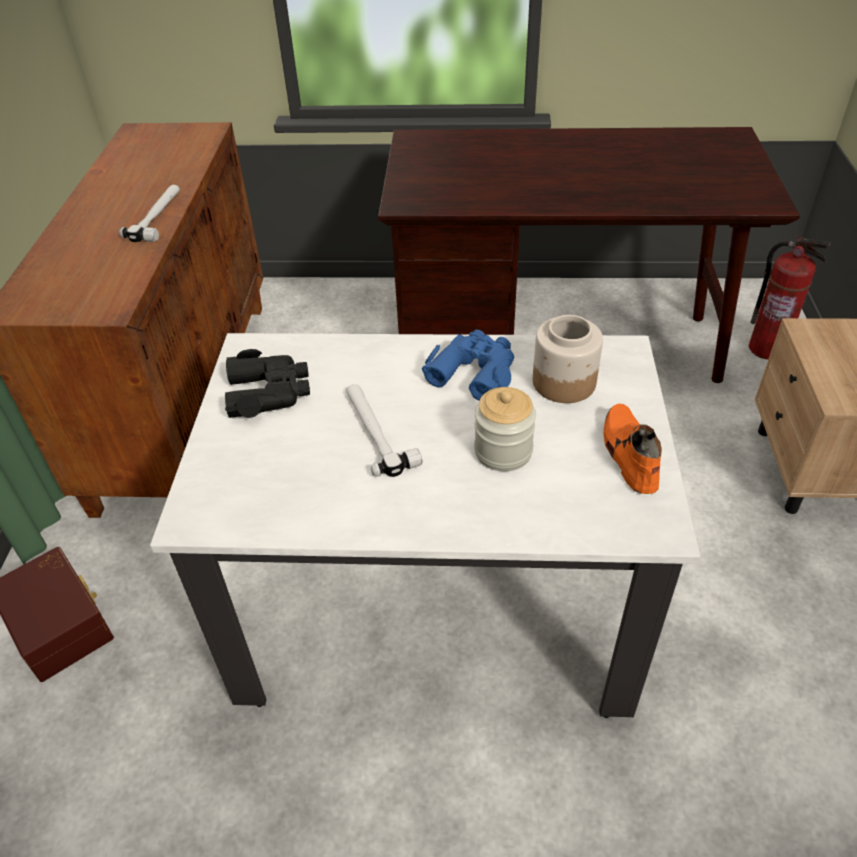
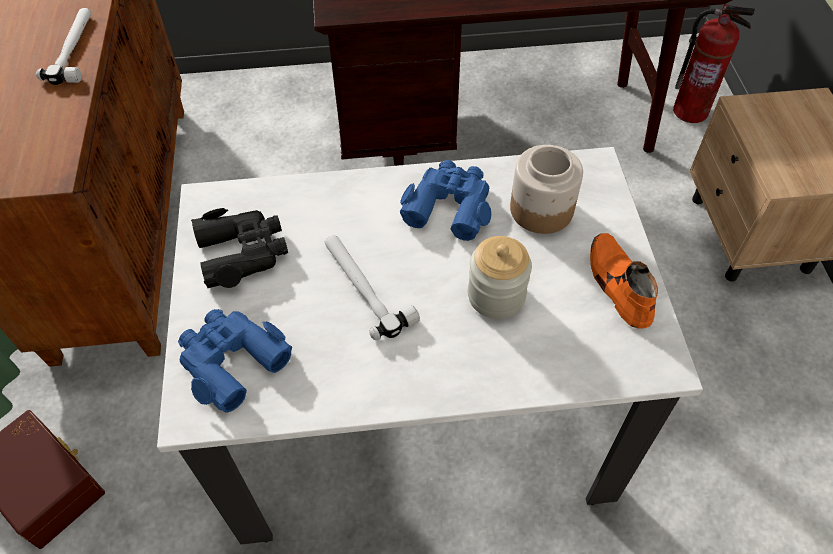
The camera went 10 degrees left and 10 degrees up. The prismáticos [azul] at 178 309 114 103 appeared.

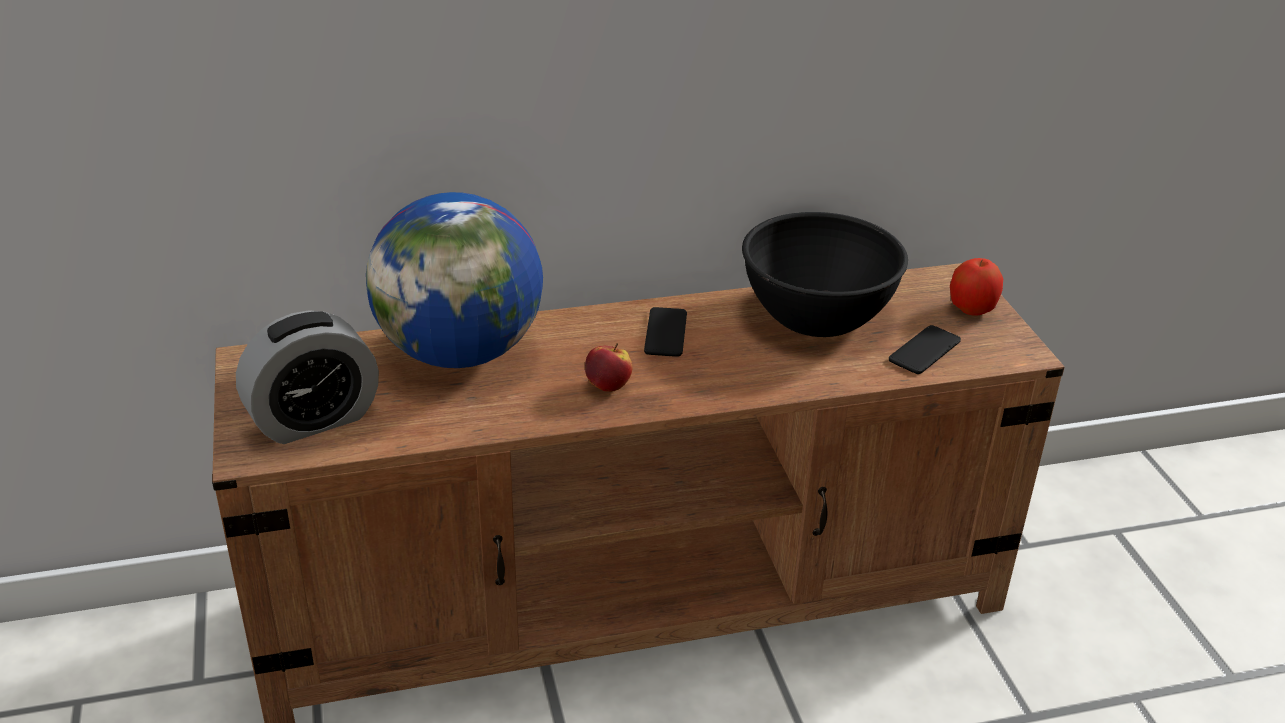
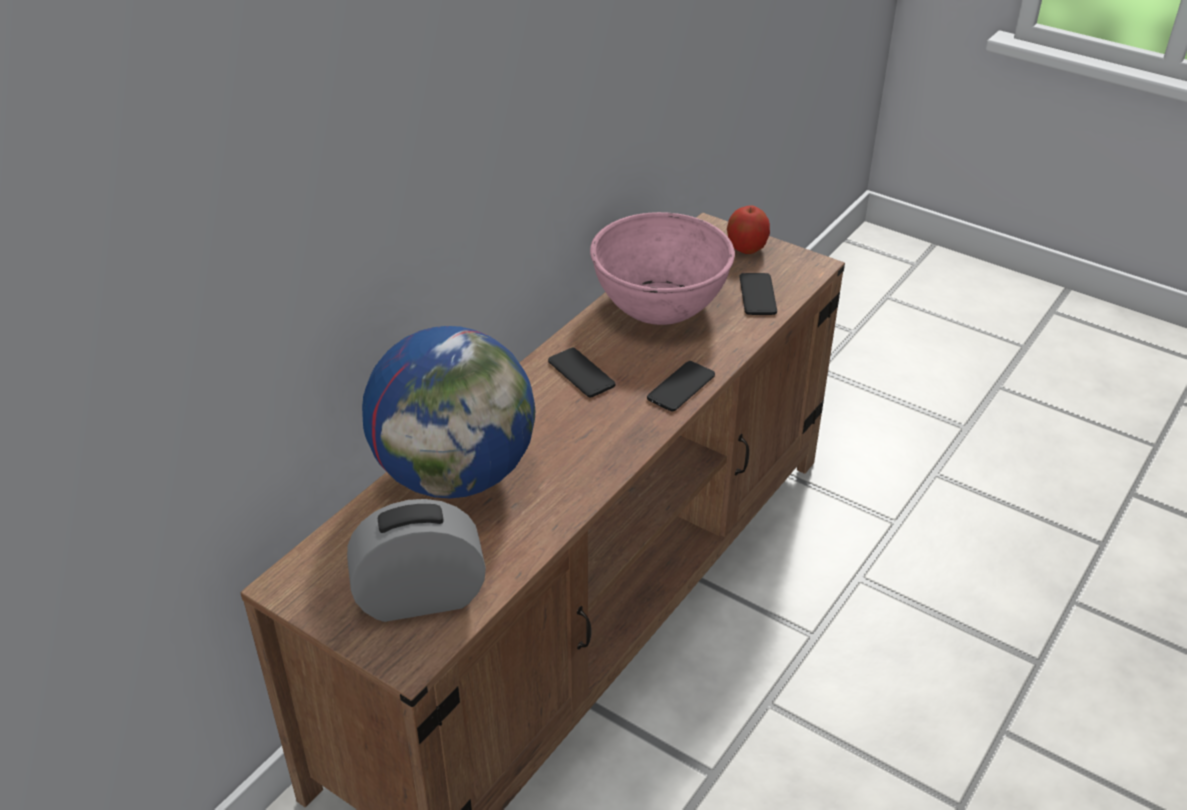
The camera went 40 degrees left and 5 degrees up. The despertador at 236 310 143 134 turned 120 degrees counterclockwise. The manzana at 585 343 48 49 disappeared. The cuenco [negro] at 742 212 166 125 became the cuenco [rosa] at 590 212 145 113. The móvil at 647 361 68 51 appeared.

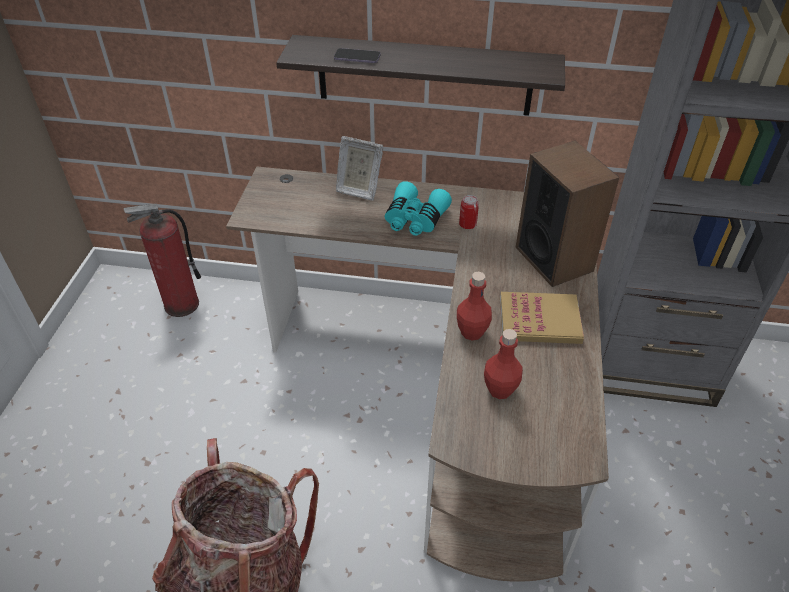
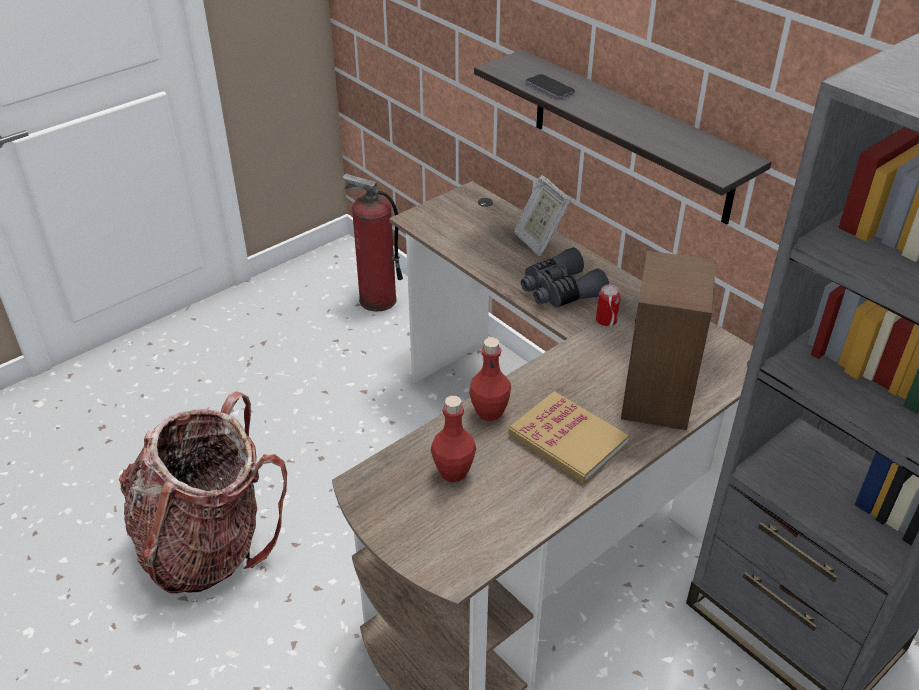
The camera went 40 degrees right and 5 degrees down. The prismáticos [turquesa] at 385 182 67 54 became the prismáticos [gris] at 521 247 88 60.

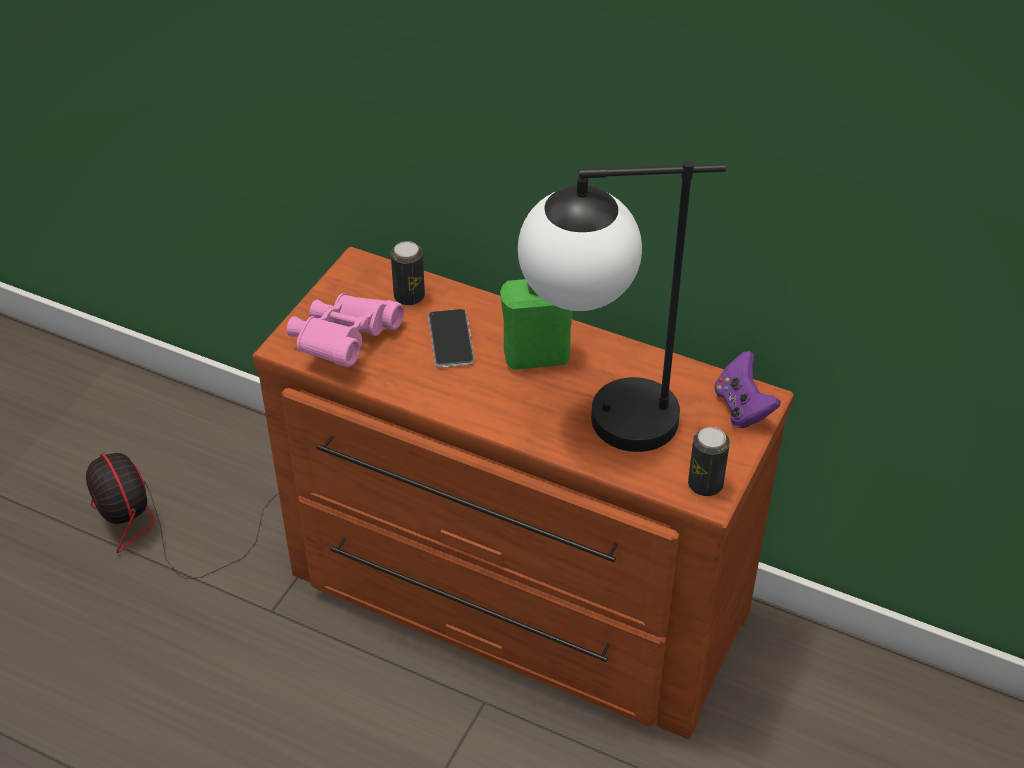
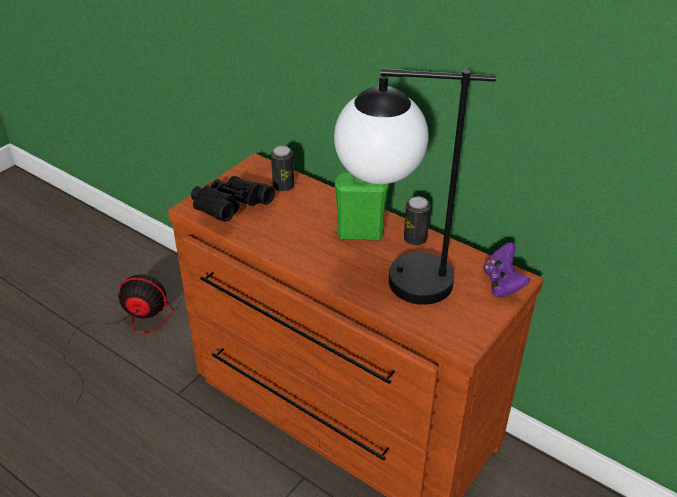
The camera went 10 degrees right and 5 degrees down. The ventilador at 86 453 193 126 turned 120 degrees clockwise. The prismáticos [rosa] at 287 294 117 73 became the prismáticos [negro] at 191 176 84 46. The móvil at 428 309 46 59 disappeared. The lata moved from 688 427 42 69 to 404 197 26 49.

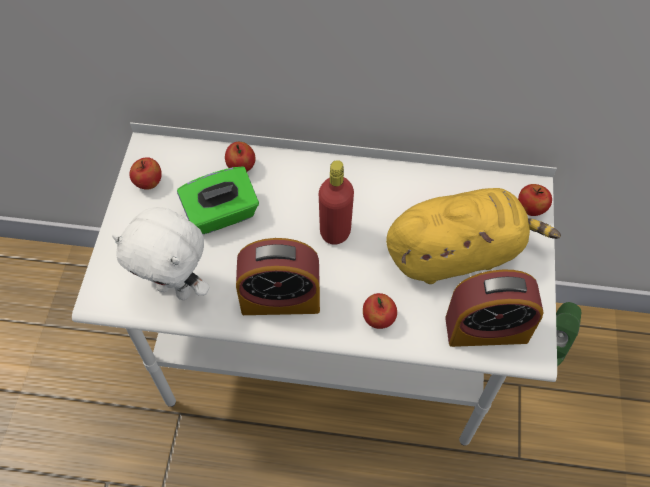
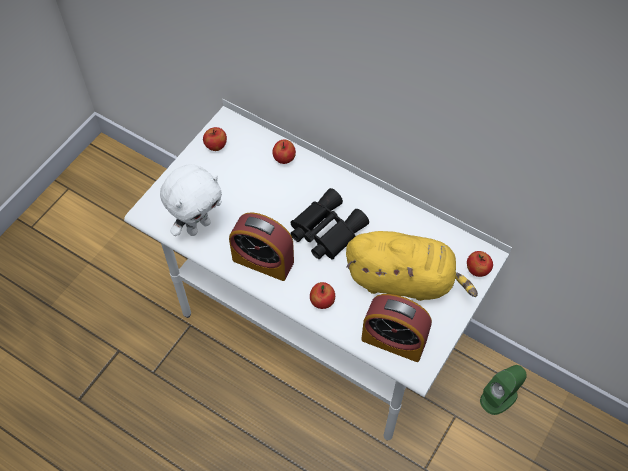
The camera went 25 degrees right and 0 degrees up. The peluche [blanco] at 112 207 98 93 turned 90 degrees counterclockwise. The caja de pañuelos [verde] at 177 166 82 68 disappeared. The botella [rojo] at 319 160 35 85 was replaced by the prismáticos [negro] at 290 188 79 72.

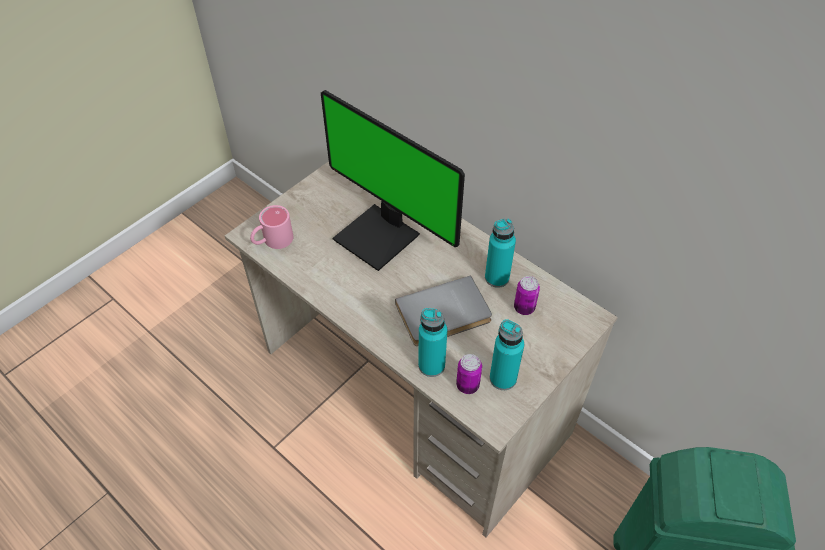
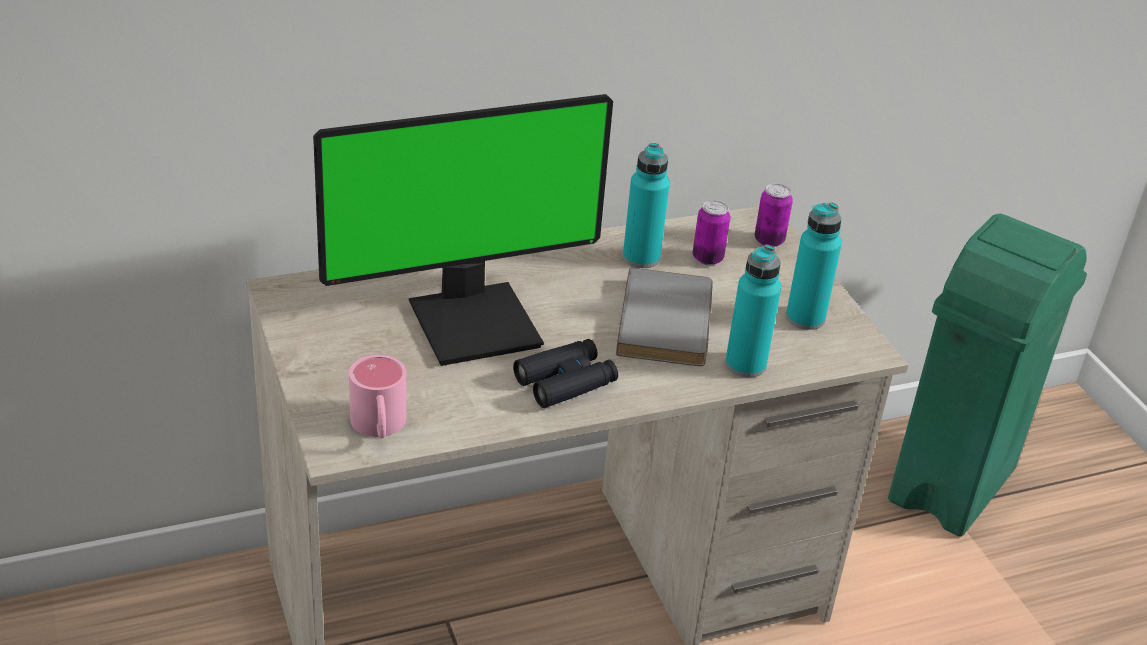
The camera went 65 degrees left and 15 degrees down. The lata moved from 456 354 26 40 to 755 183 38 64. The prismáticos [negro] at 513 339 105 69 appeared.

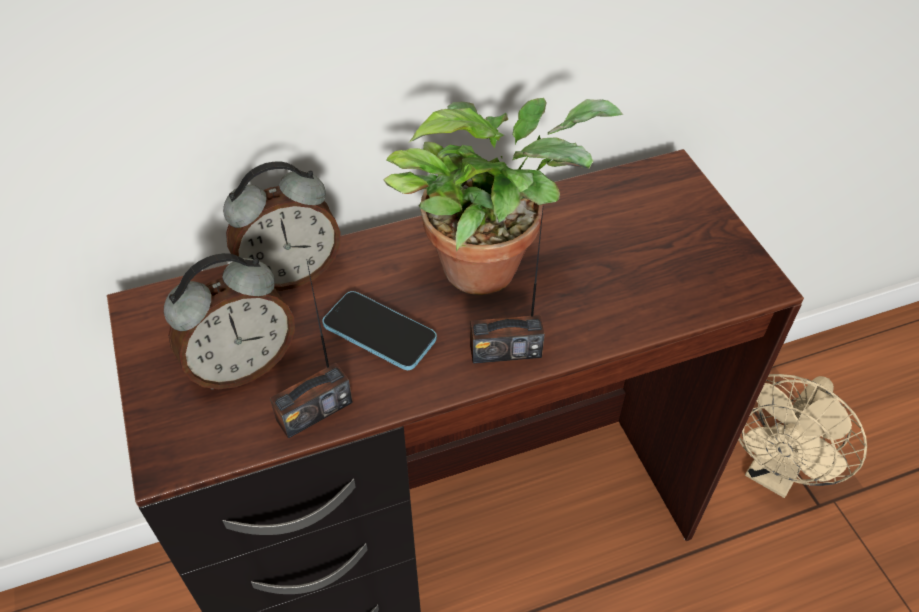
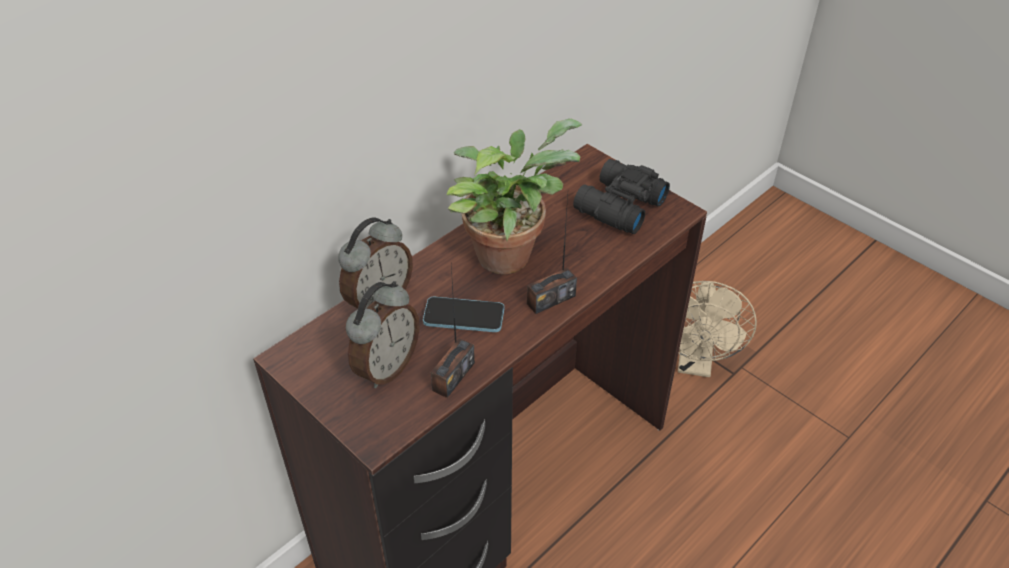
The camera went 25 degrees left and 5 degrees down. The prismáticos [negro] at 573 159 97 75 appeared.

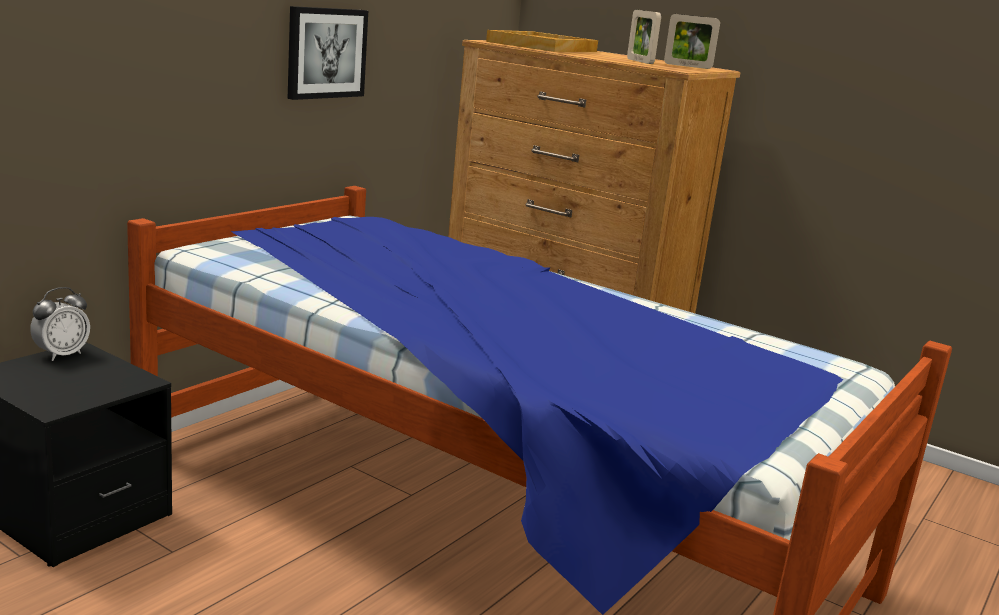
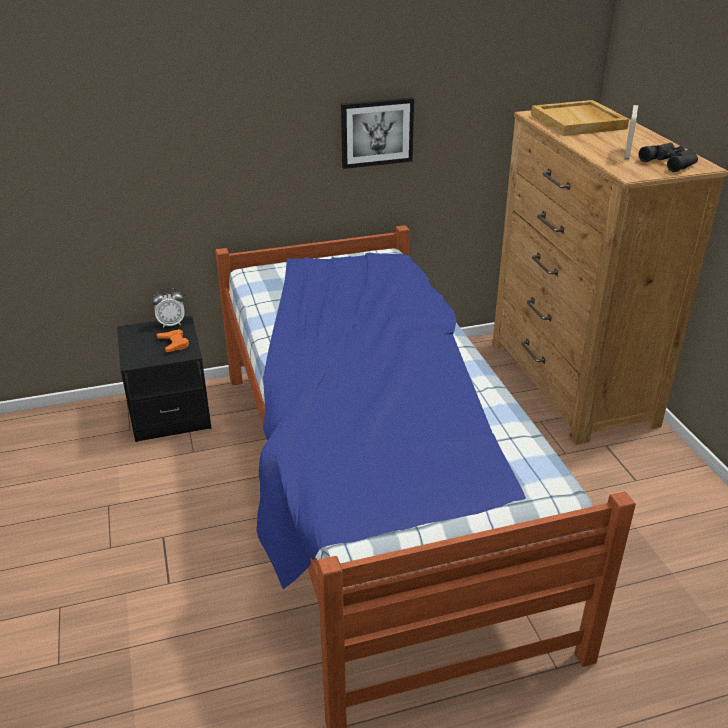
The camera went 40 degrees right and 15 degrees up. The portarretratos at 664 14 56 55 was replaced by the prismáticos [negro] at 639 143 59 29. The mando de consola [naranja] at 157 329 32 23 appeared.

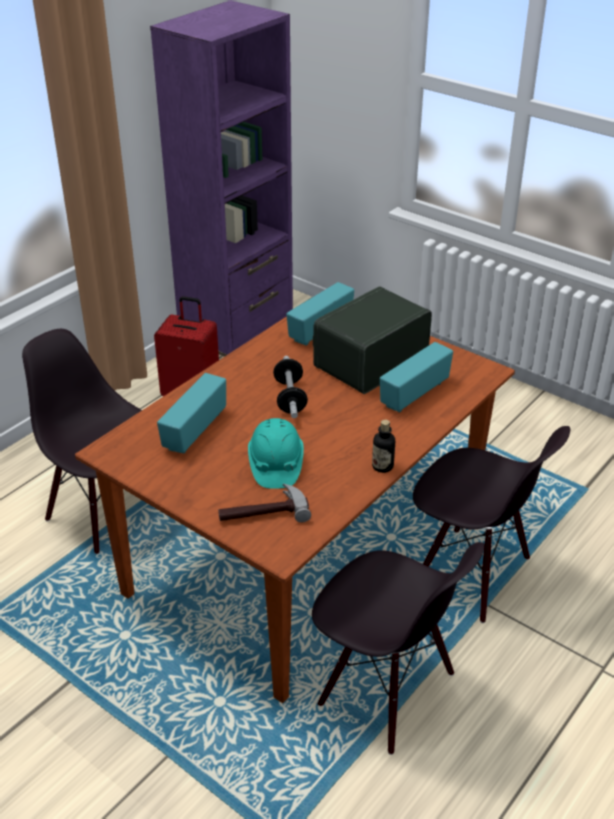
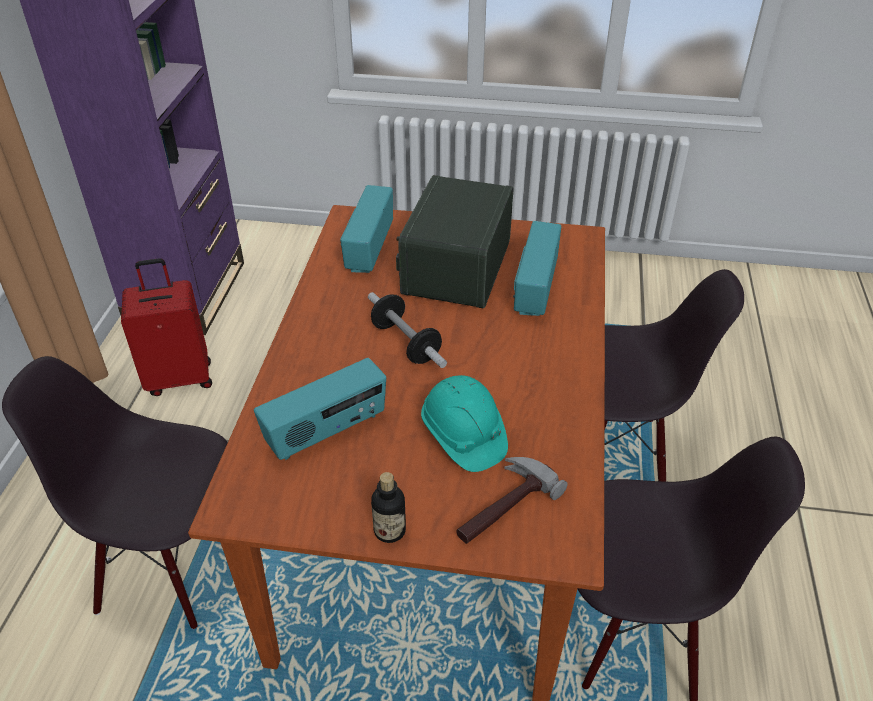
The camera went 30 degrees left and 5 degrees up. The radio at 157 373 69 80 turned 120 degrees counterclockwise. The botella moved from 372 420 23 53 to 371 472 35 71.

